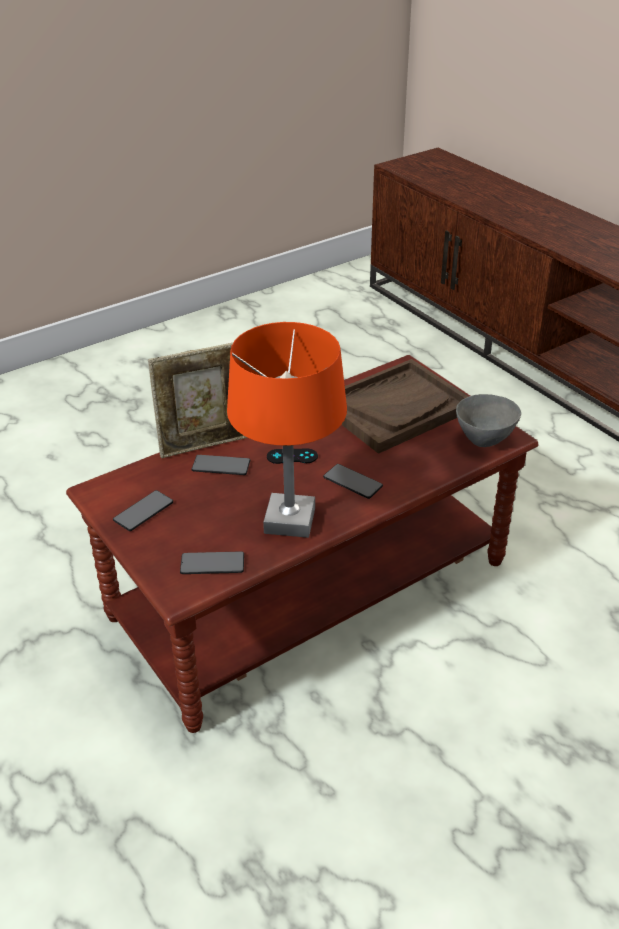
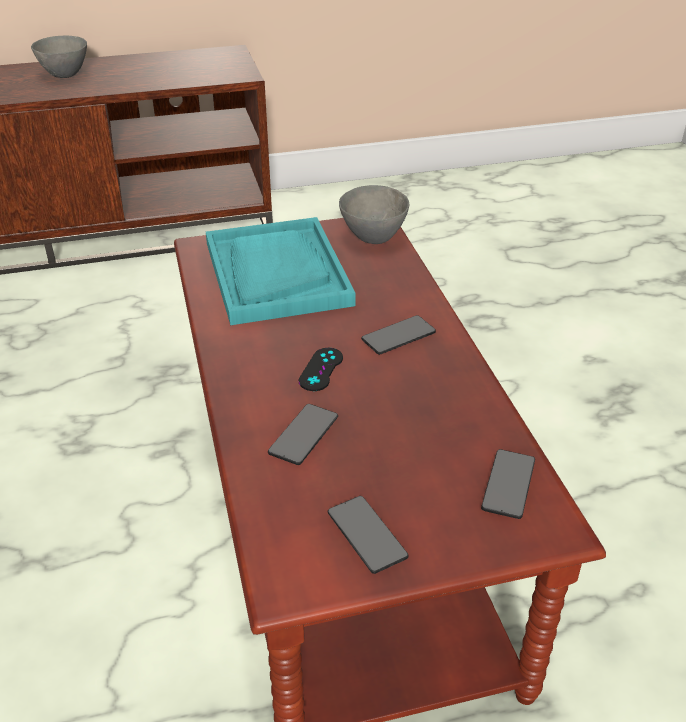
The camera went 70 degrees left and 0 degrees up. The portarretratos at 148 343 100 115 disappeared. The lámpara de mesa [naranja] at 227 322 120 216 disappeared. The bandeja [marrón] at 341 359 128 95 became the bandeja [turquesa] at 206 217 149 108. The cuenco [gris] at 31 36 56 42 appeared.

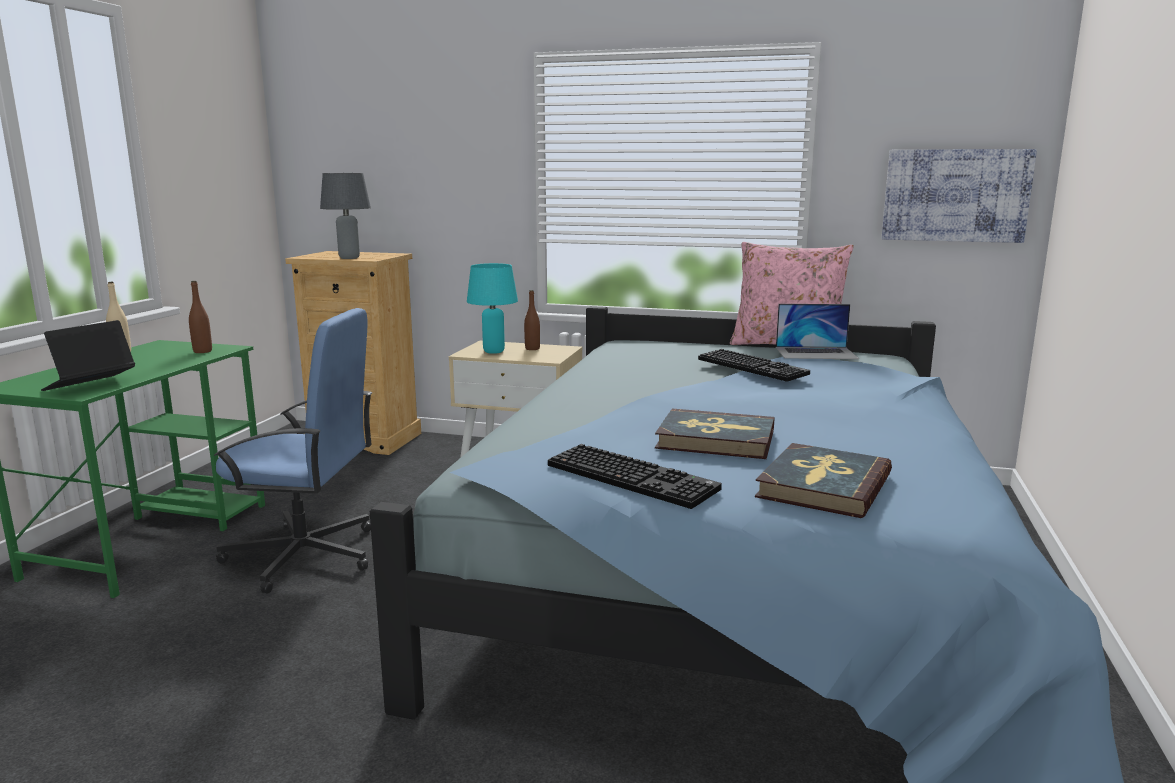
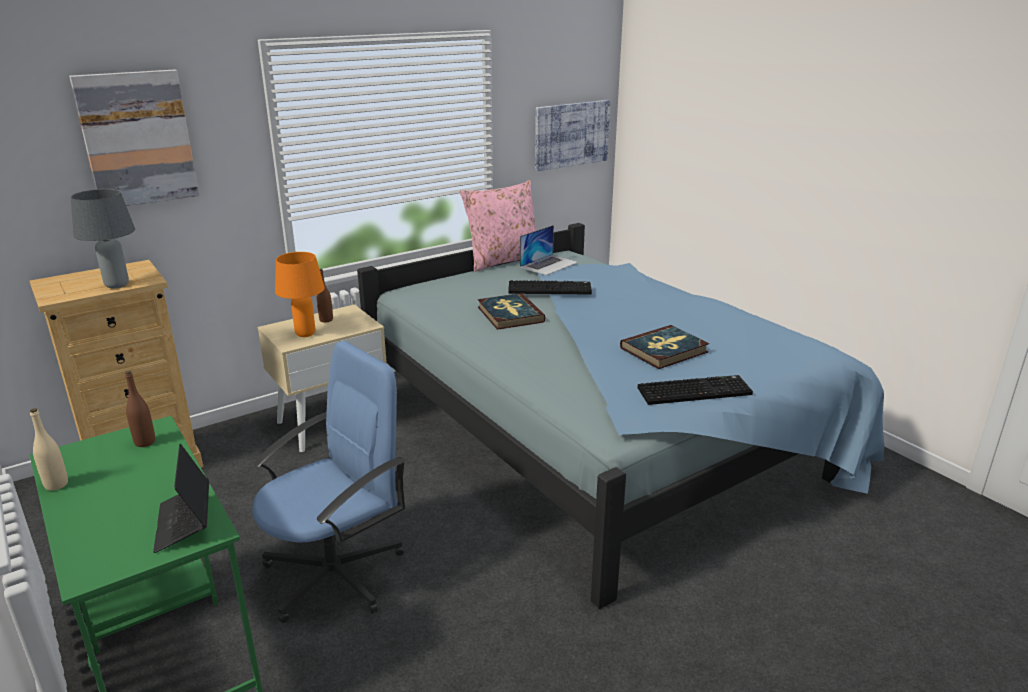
The camera went 50 degrees left and 10 degrees up. The lámpara de mesa [turquesa] at 467 263 51 91 became the lámpara de mesa [naranja] at 275 252 50 85. The libro moved from 755 443 137 75 to 478 293 67 37. The cuadro at 69 70 130 136 appeared.

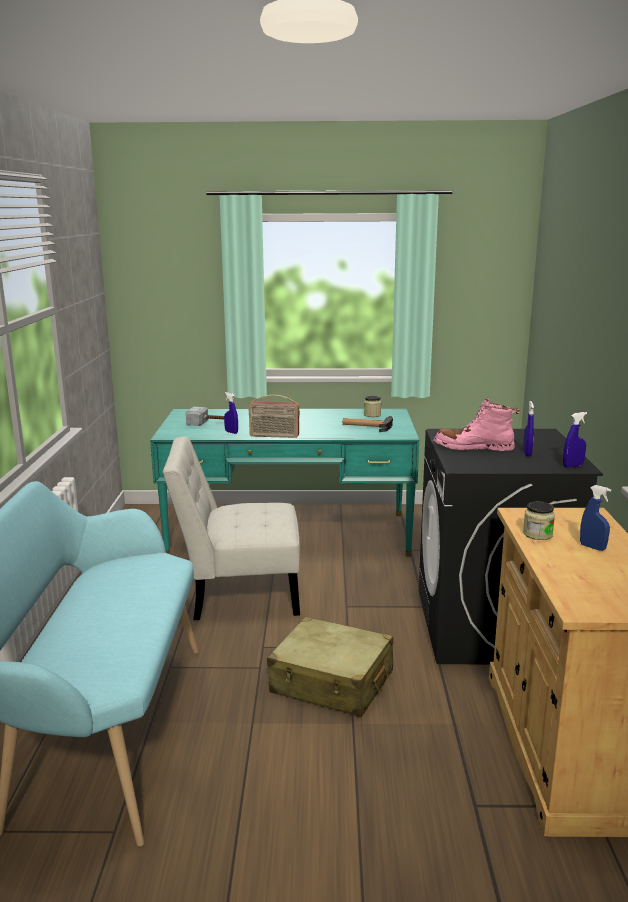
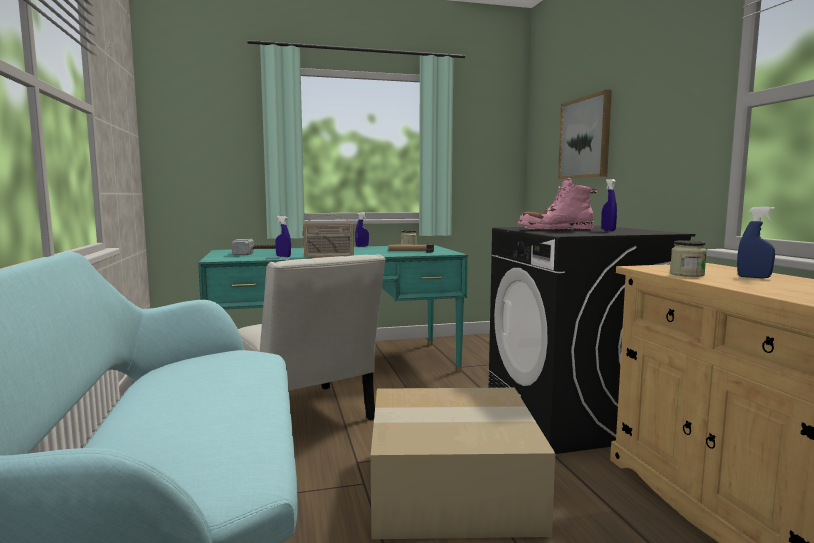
The camera went 15 degrees left and 10 degrees down. The silla [blanco] at 163 437 137 183 turned 105 degrees counterclockwise. The maleta [beis] at 267 617 126 100 was replaced by the caja de cartón at 371 388 184 151. The pulverizador [azul] moved from 563 412 24 55 to 355 212 14 35. The cuadro at 558 90 54 89 appeared.

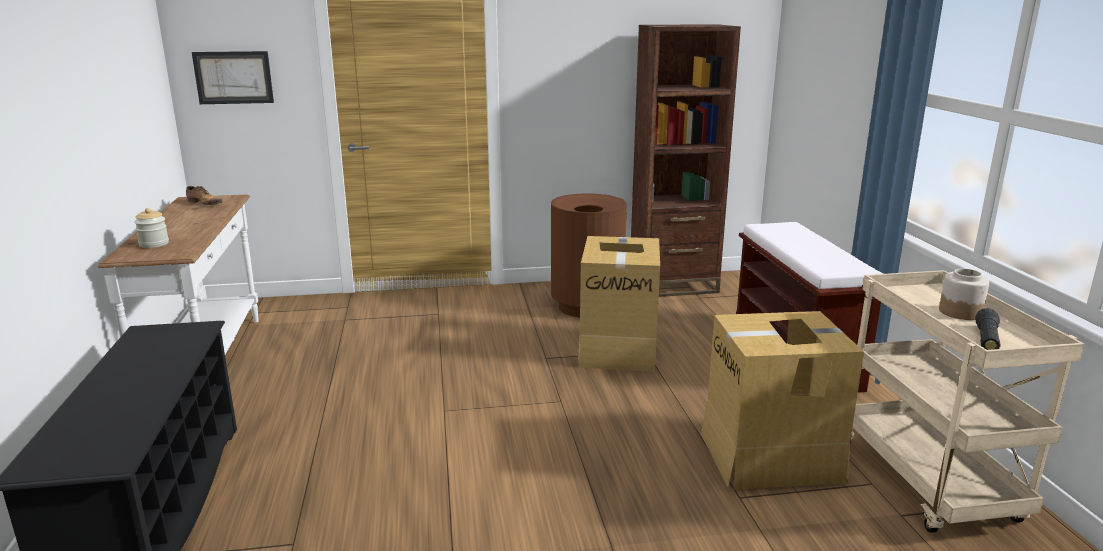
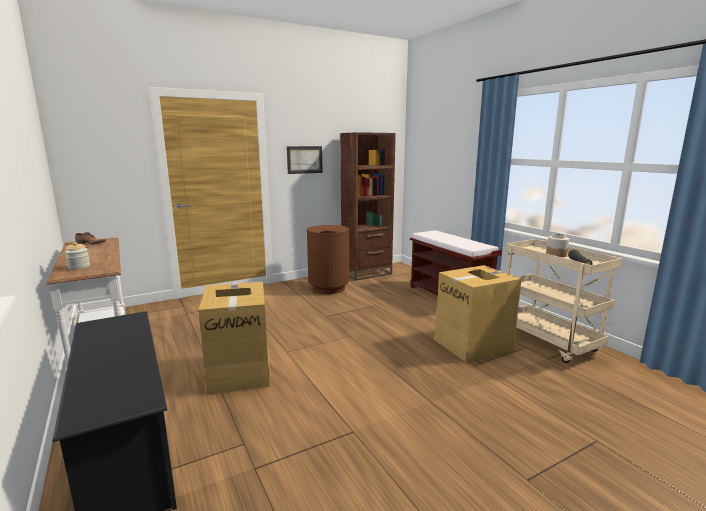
The camera went 20 degrees left and 5 degrees down. The cuadro moved from 192 51 82 53 to 287 146 36 28. The caja de cartón moved from 578 236 82 136 to 198 282 73 113.

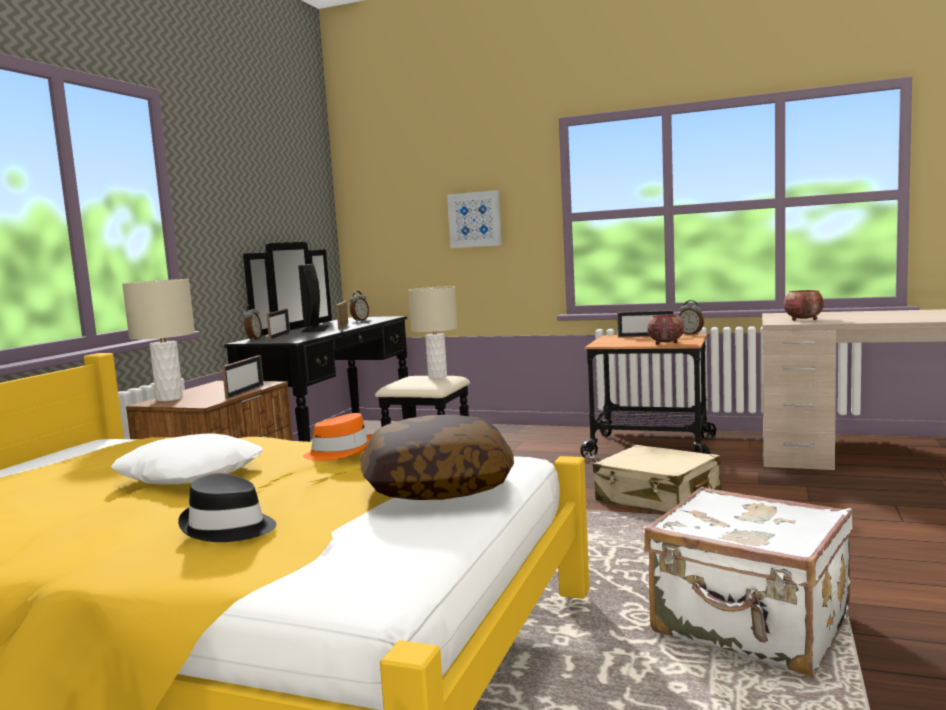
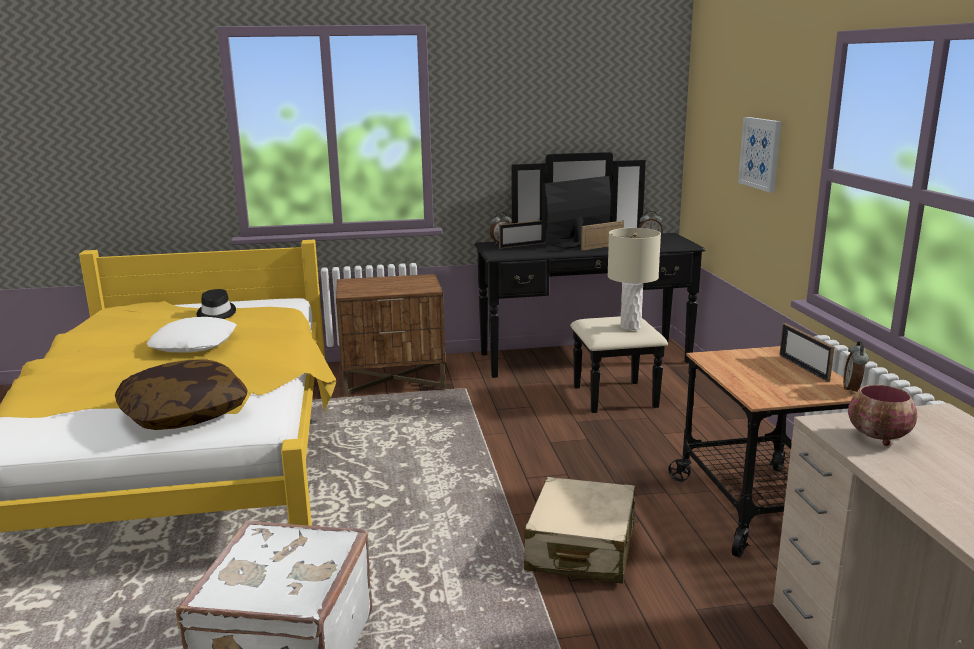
The camera went 60 degrees right and 10 degrees up. The lámpara de mesa [beis] at 122 279 73 122 disappeared. The sombrero [negro] moved from 178 473 98 69 to 197 289 39 30. The portarretratos at 222 355 42 44 disappeared. The sombrero [naranja] at 303 413 70 48 disappeared. The cuenco at 647 315 37 30 disappeared.

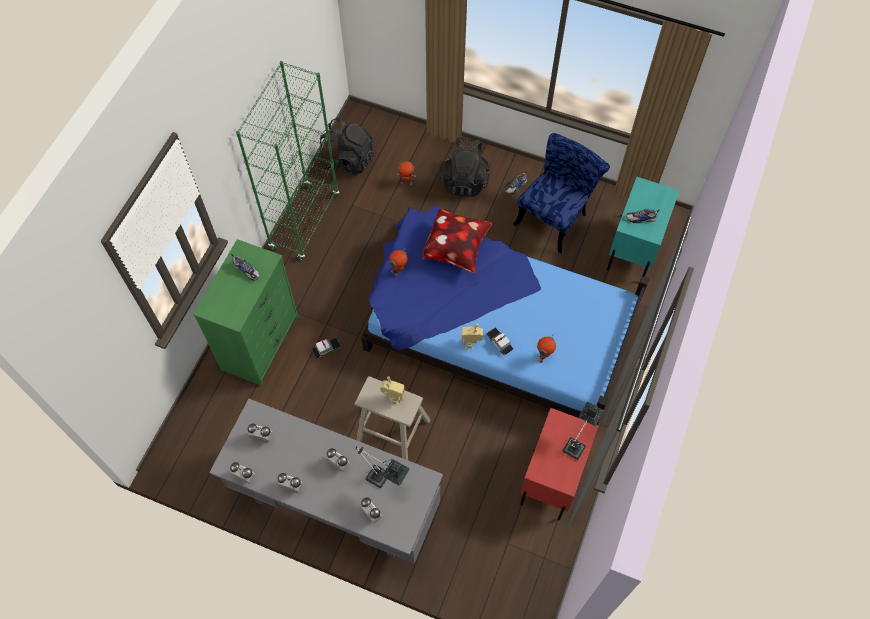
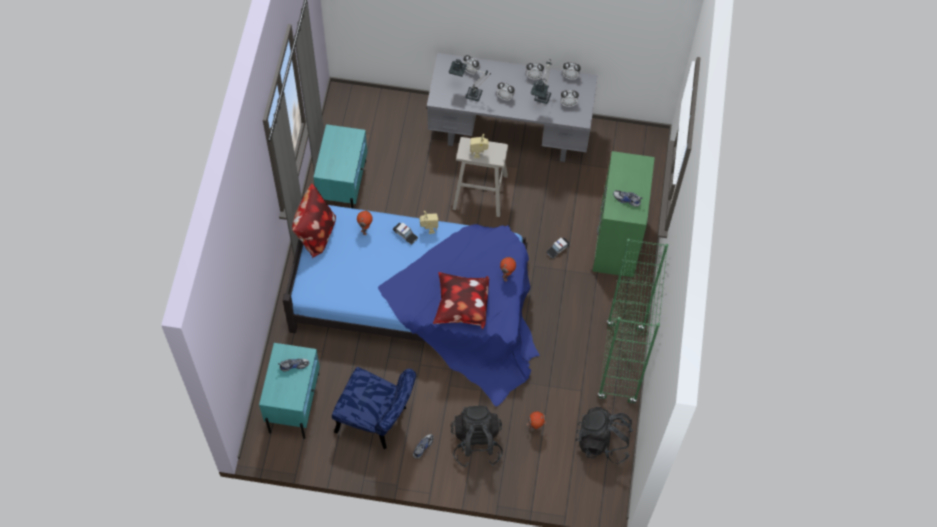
The camera went 165 degrees right and 0 degrees up. The silla [azul] at 514 133 96 120 turned 90 degrees counterclockwise. The mesita de noche [rojo] at 520 408 79 112 became the mesita de noche [turquesa] at 313 124 54 84. The lámpara de mesa moved from 563 402 41 58 to 531 60 21 44. The cojín at 292 184 44 74 appeared.

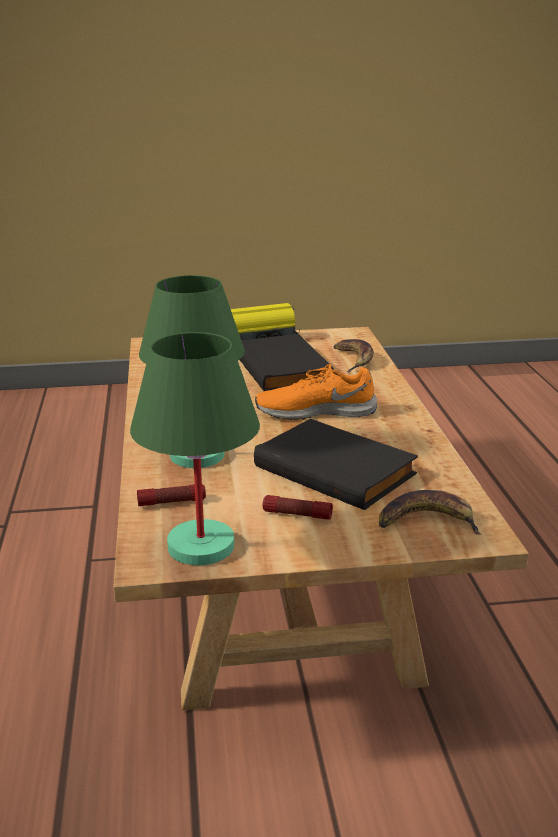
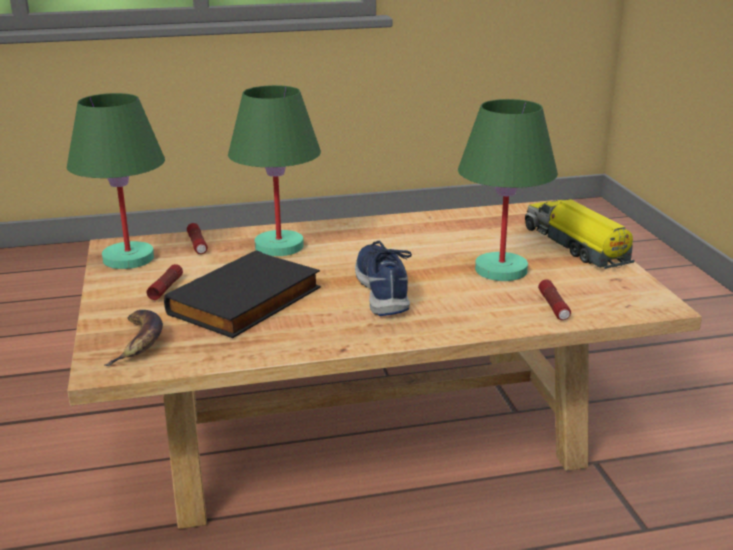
The camera went 85 degrees right and 0 degrees up. The libro [negro] at 239 334 95 57 was replaced by the lámpara de mesa [verde] at 458 99 100 182. The zapato [naranja] at 255 364 122 56 became the zapato [azul] at 355 241 57 75. The plátano at 333 339 41 33 was replaced by the linterna at 538 279 33 41.

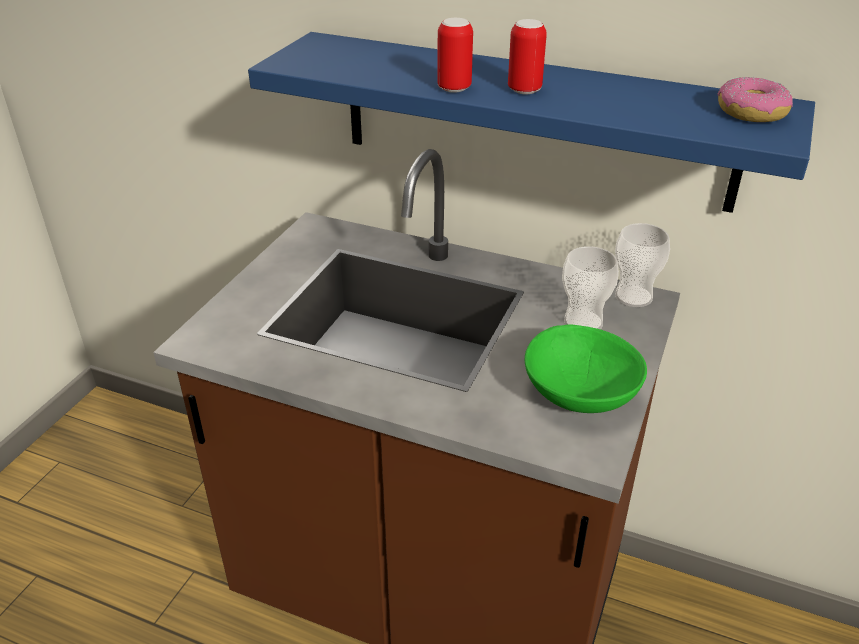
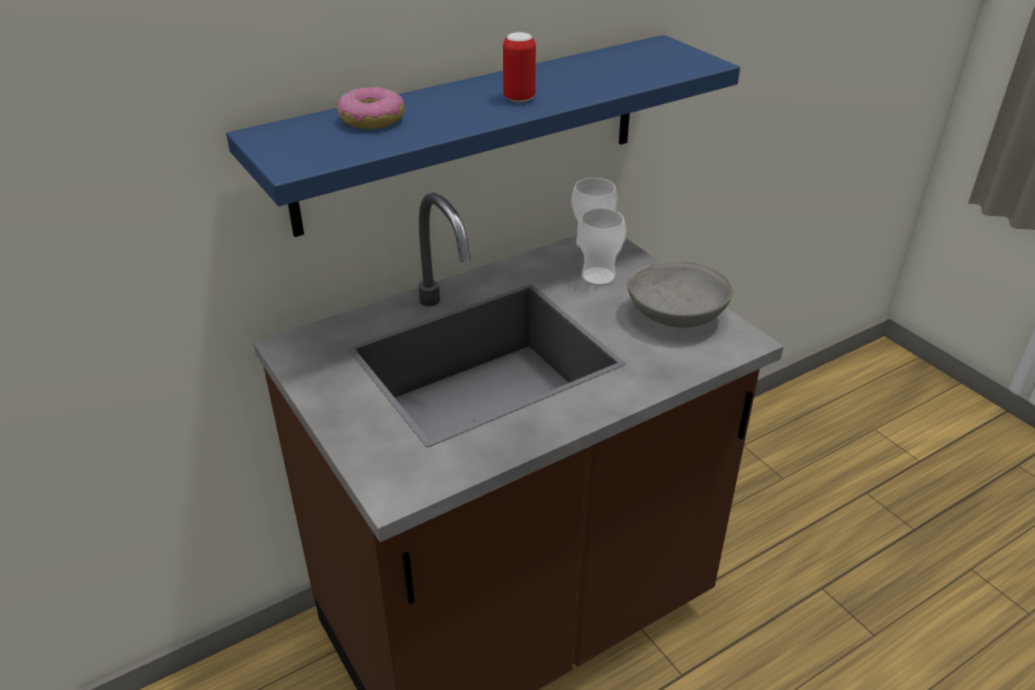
The camera went 55 degrees left and 0 degrees up. The lata at 437 18 36 75 disappeared. The cuenco [verde] at 525 325 122 88 became the cuenco [gris] at 627 261 106 67. The rosquilla moved from 718 77 75 45 to 337 87 68 42.

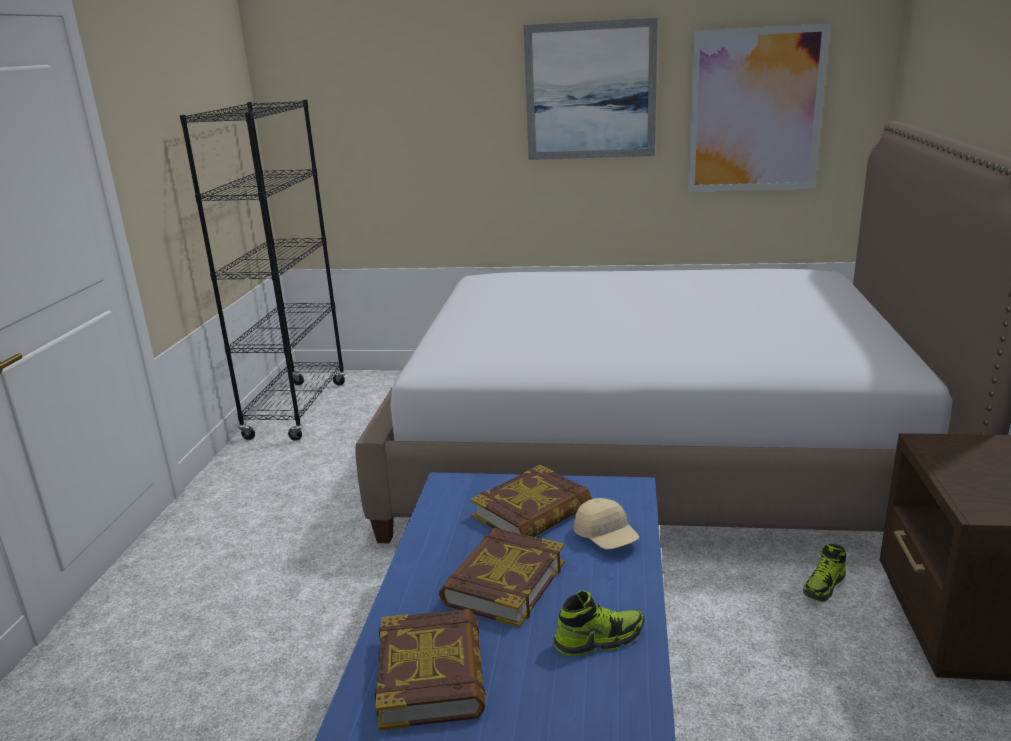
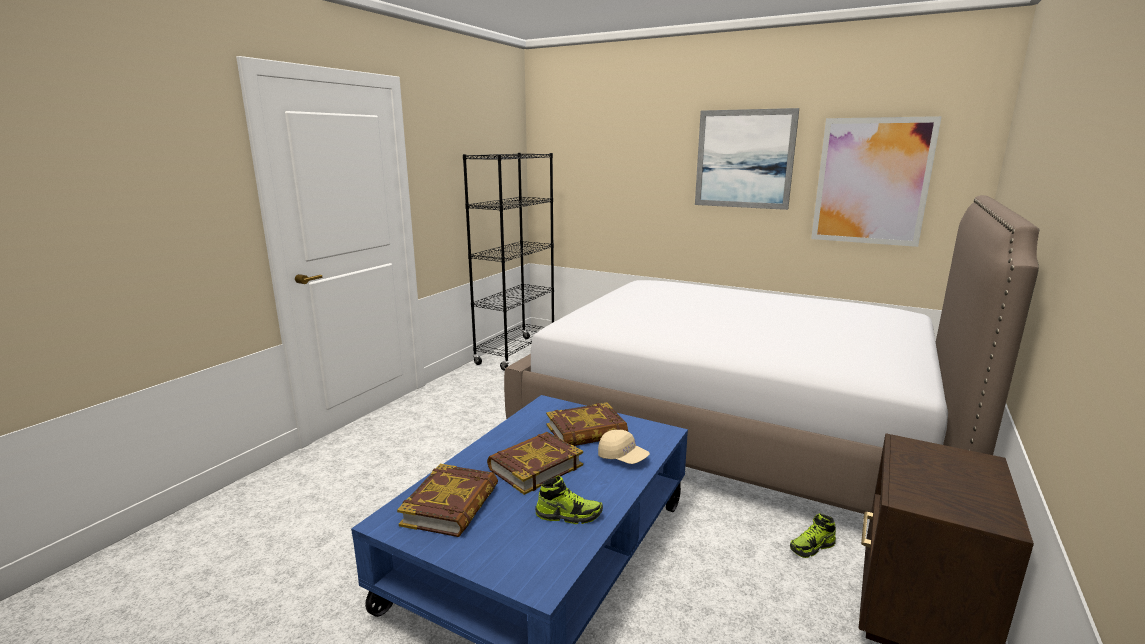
The camera went 20 degrees right and 5 degrees down. The gorra [beis] at 574 498 65 52 turned 45 degrees counterclockwise.

